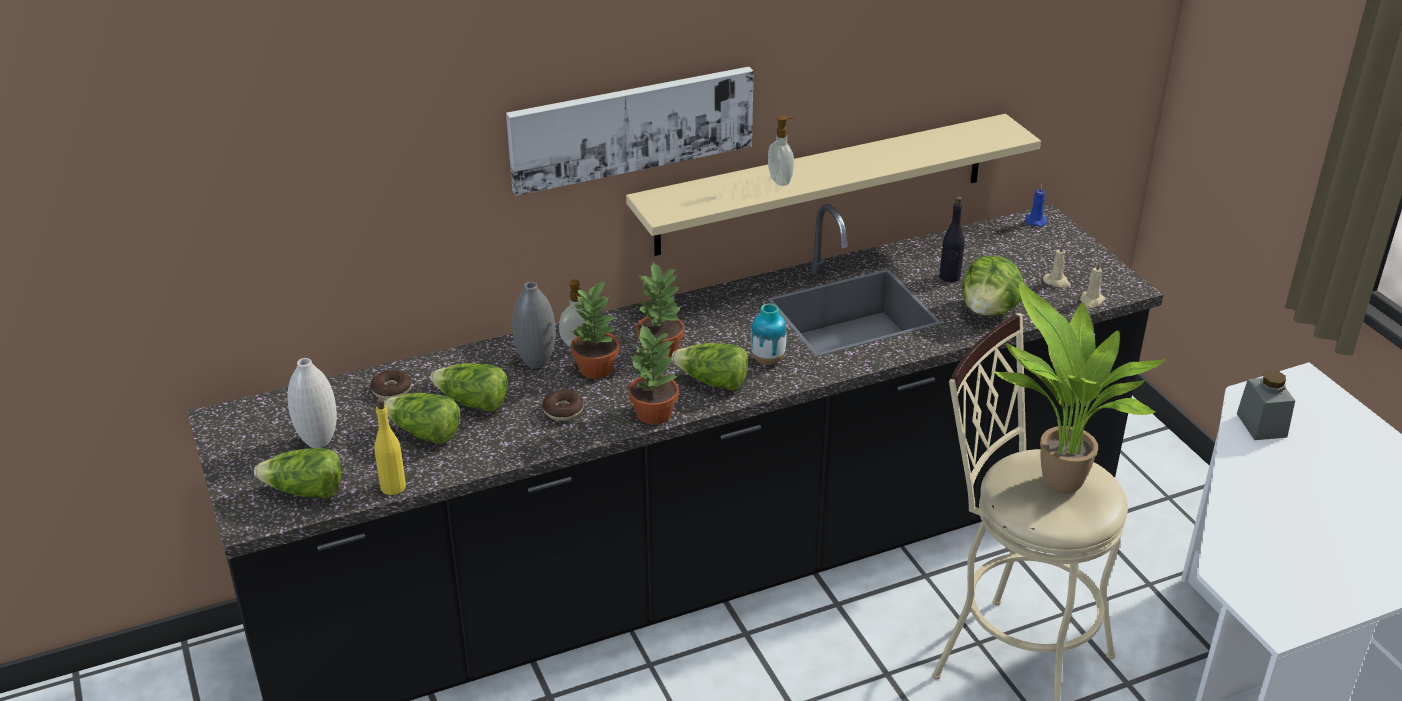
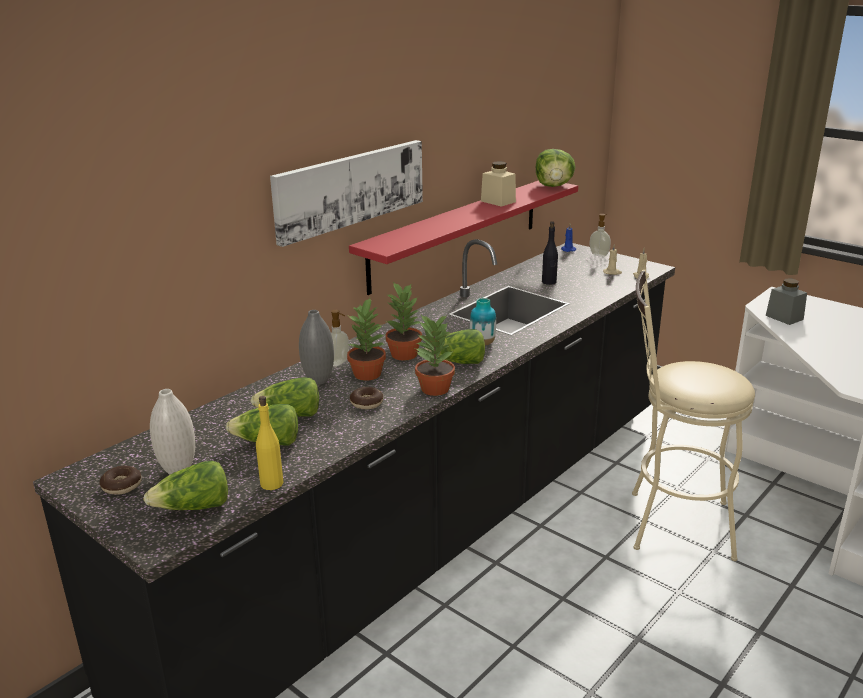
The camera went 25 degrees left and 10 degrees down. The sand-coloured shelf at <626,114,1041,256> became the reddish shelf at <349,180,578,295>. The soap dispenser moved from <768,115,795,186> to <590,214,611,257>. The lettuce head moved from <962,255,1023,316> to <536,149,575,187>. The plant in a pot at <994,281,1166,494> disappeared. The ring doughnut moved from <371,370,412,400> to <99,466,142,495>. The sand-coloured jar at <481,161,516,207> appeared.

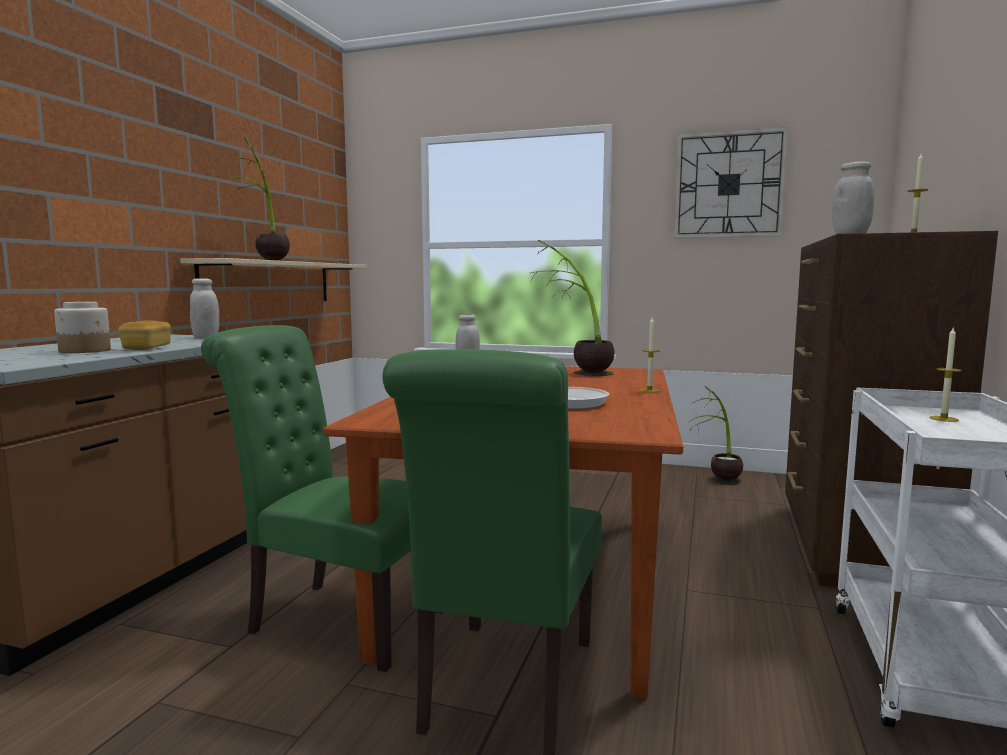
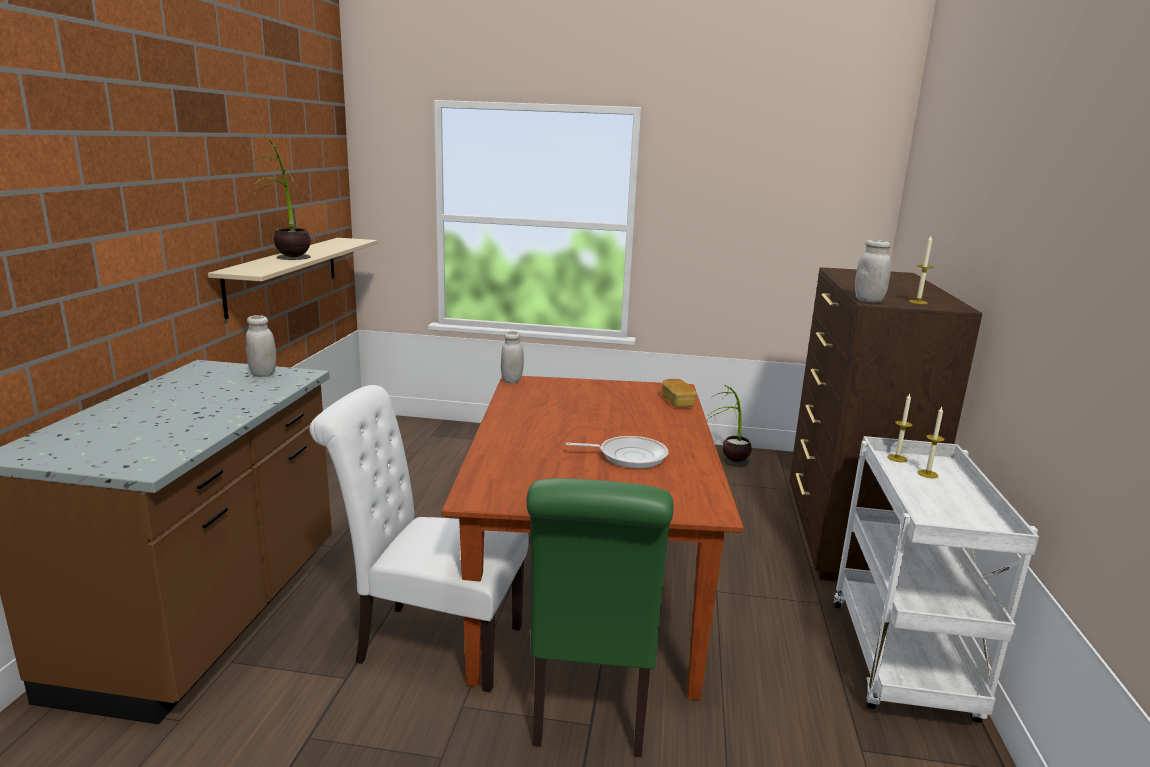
The camera went 10 degrees left and 10 degrees up. The wall clock at <674,127,788,238> disappeared. The plant in a pot at <530,240,615,376> disappeared. The jar at <54,302,111,353> disappeared. The candle moved from <640,317,660,392> to <887,394,912,463>. The bakery bread moved from <118,320,171,350> to <662,379,697,408>. The green chair at <201,325,443,672> became the white-coloured chair at <309,385,529,693>.

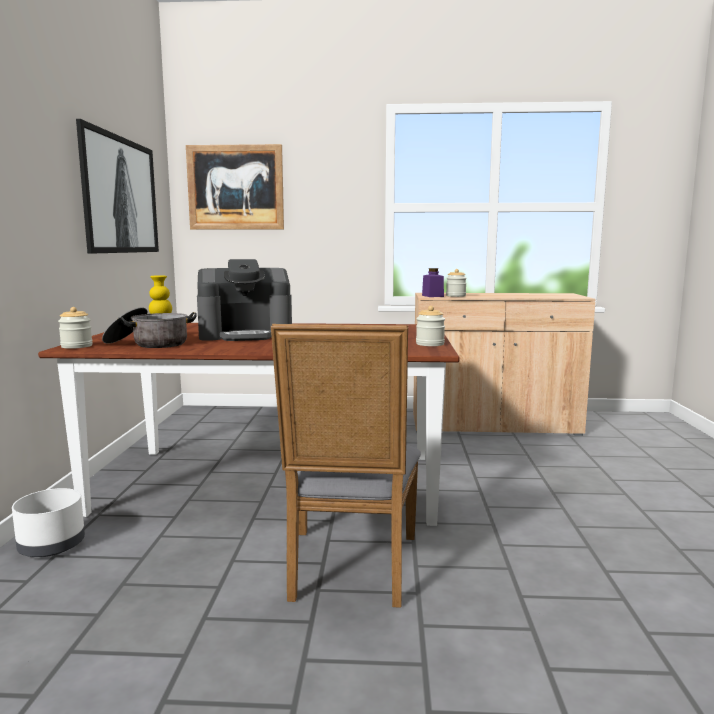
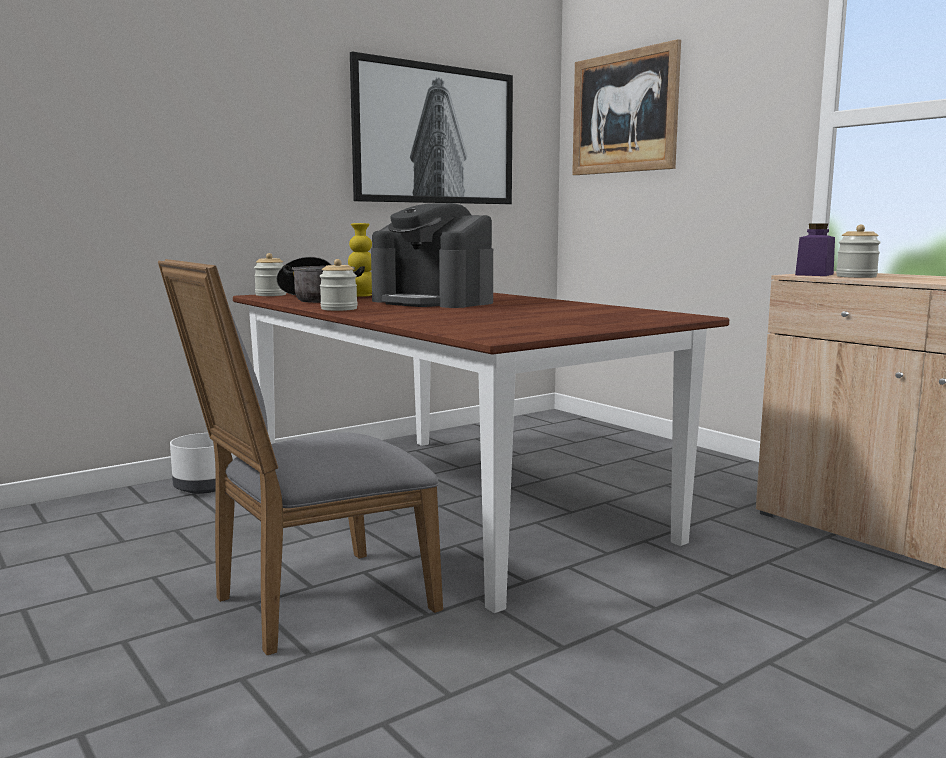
The camera went 50 degrees right and 0 degrees up. The jar moved from <416,306,445,346> to <319,259,358,311>.

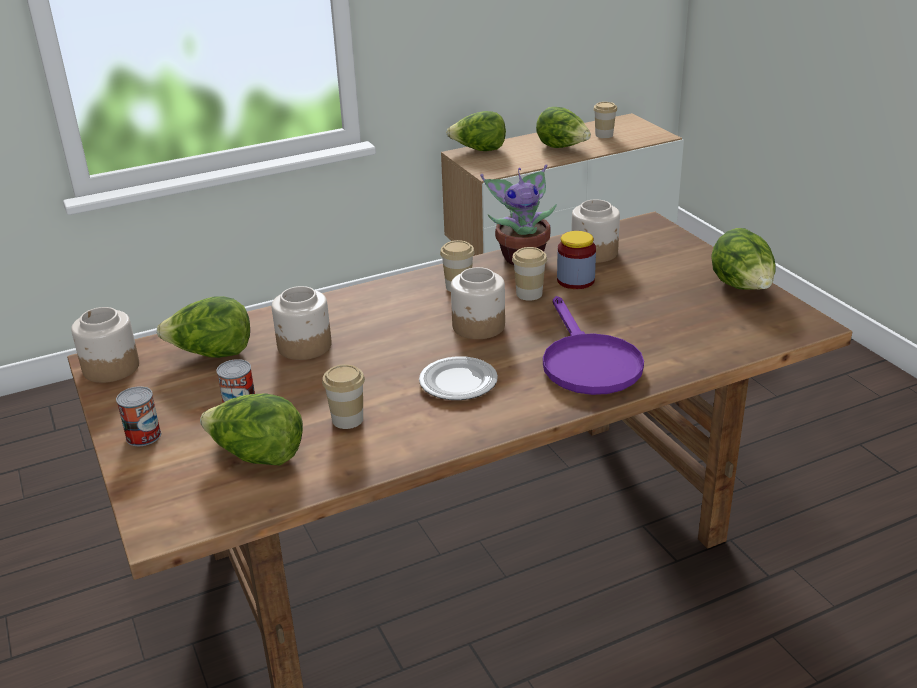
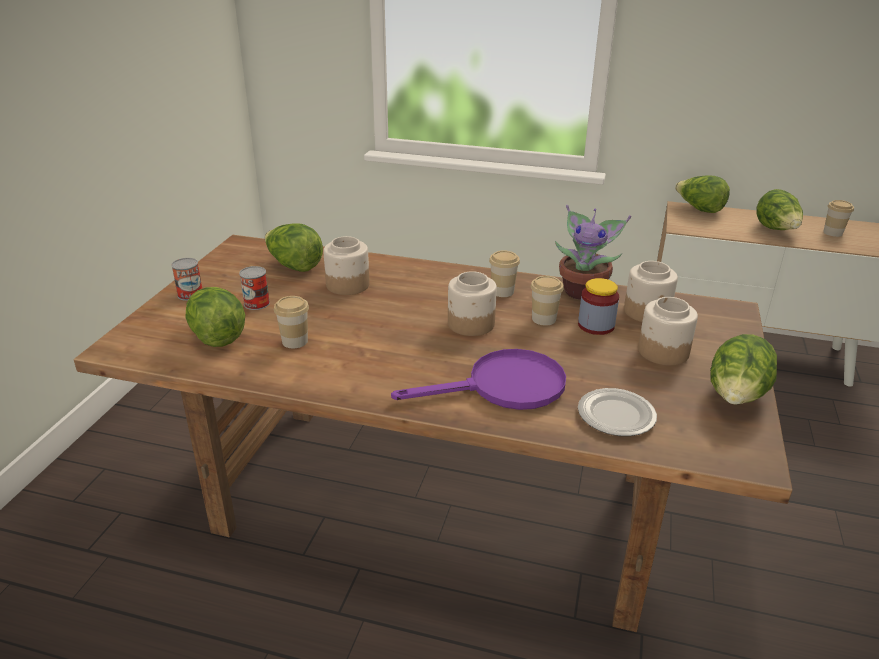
The camera went 40 degrees right and 0 degrees up. The purple-coloured skillet at <543,296,644,395> turned 135 degrees counterclockwise. The jar moved from <71,307,139,383> to <638,297,698,366>. The flat dish moved from <419,356,498,400> to <578,388,657,436>.

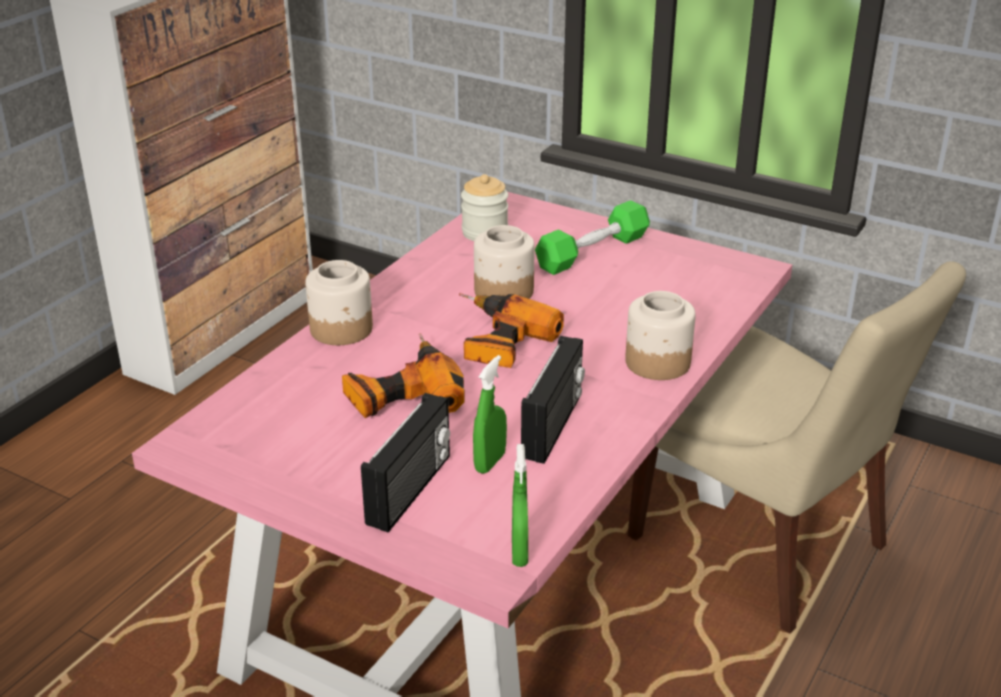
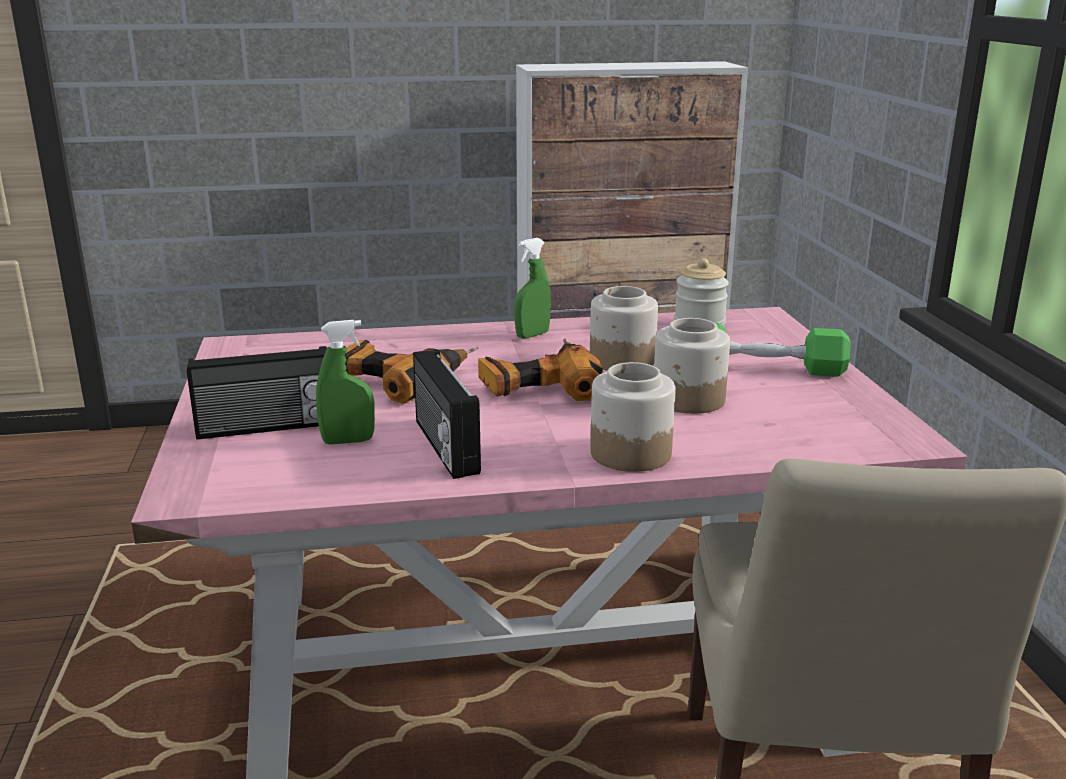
The camera went 50 degrees right and 10 degrees down. The jar moved from <305,260,373,345> to <654,318,730,414>. The radio at <521,336,585,464> turned 90 degrees clockwise. The green spray bottle moved from <512,444,528,567> to <514,238,551,338>.

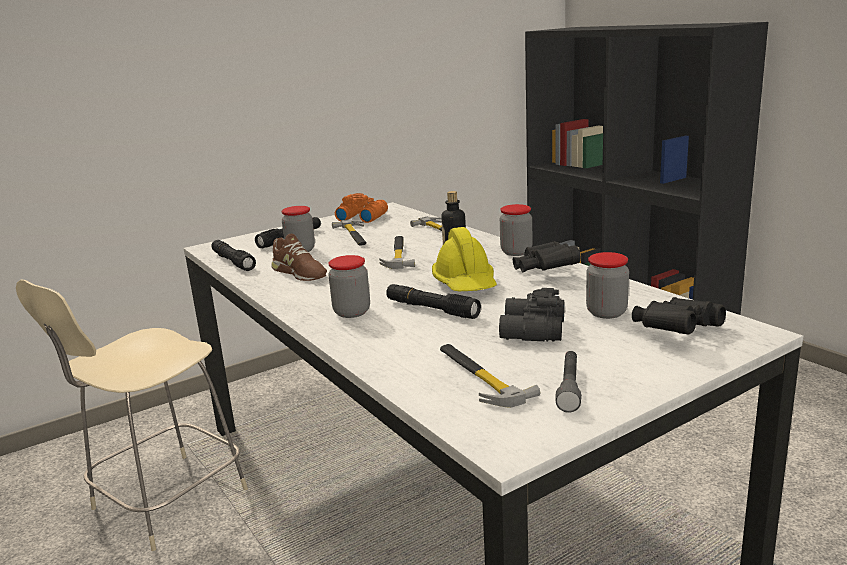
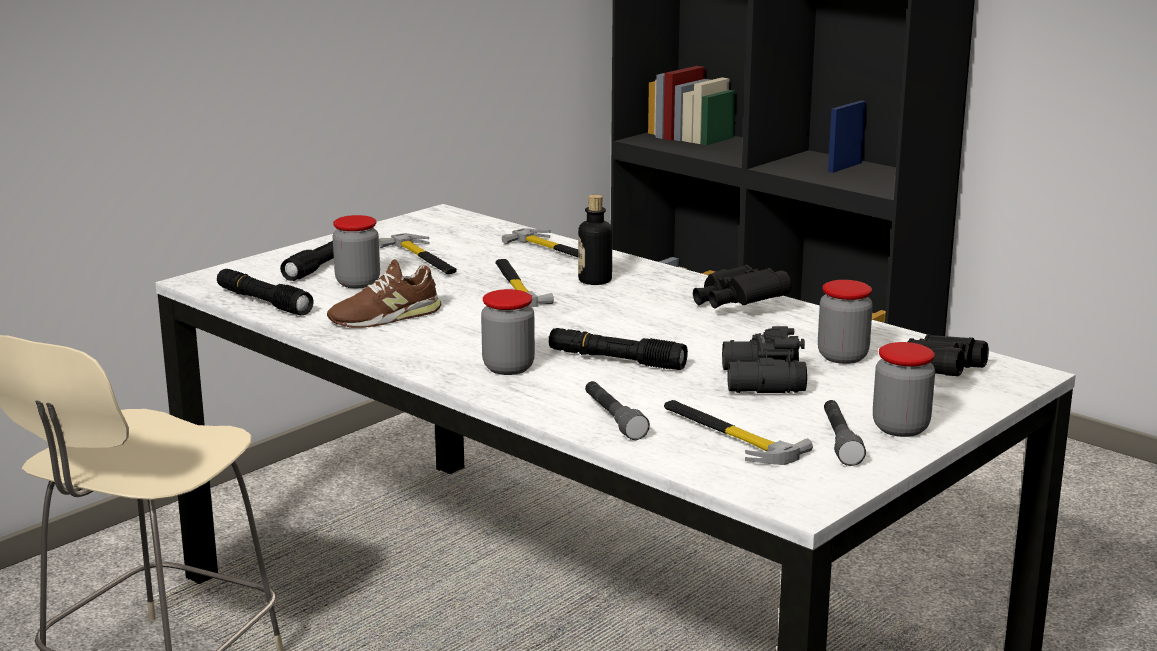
The camera went 15 degrees left and 0 degrees up. The orange binoculars at <335,193,388,223> disappeared. The jar moved from <500,204,532,256> to <873,342,935,437>. The yellowish safety helmet at <432,227,497,291> disappeared. The brown-coloured item of footwear at <271,234,327,281> turned 120 degrees clockwise. The gray hand torch at <585,381,650,440> appeared.

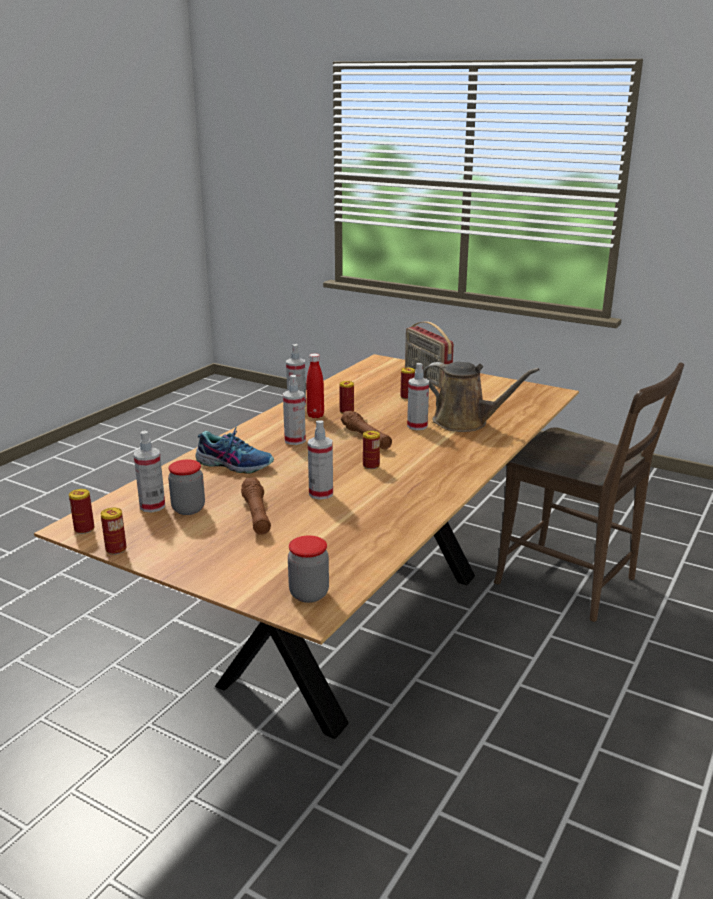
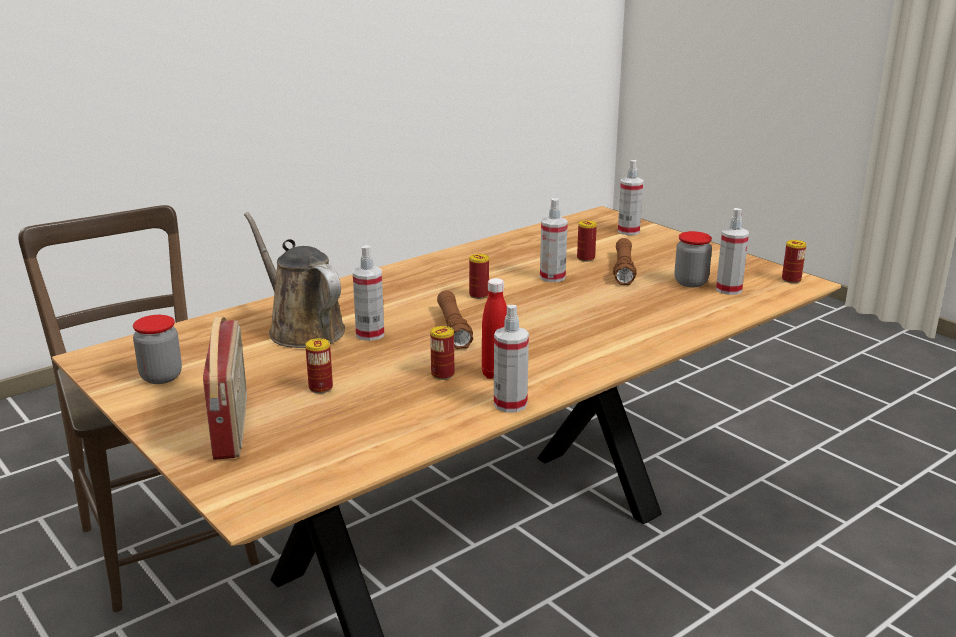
The camera went 160 degrees left and 0 degrees up. The spray bottle moved from <283,375,306,445> to <618,160,643,235>. The item of footwear at <195,425,274,474> disappeared. The metal can moved from <101,508,127,555> to <577,220,597,262>. The jar moved from <288,535,329,603> to <133,315,182,384>.

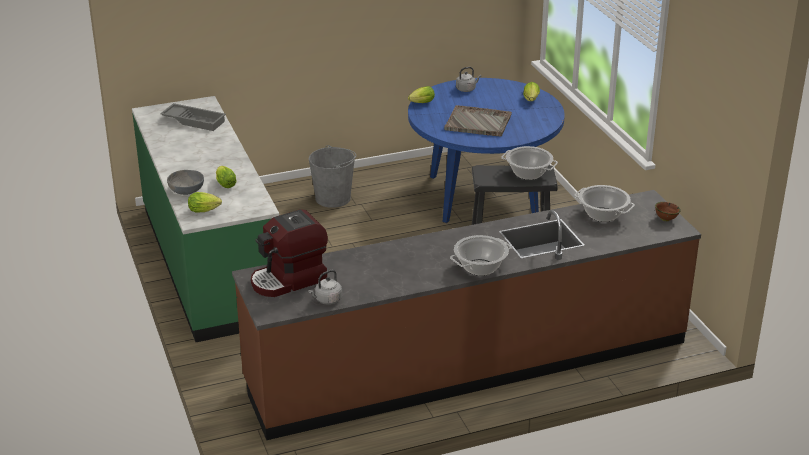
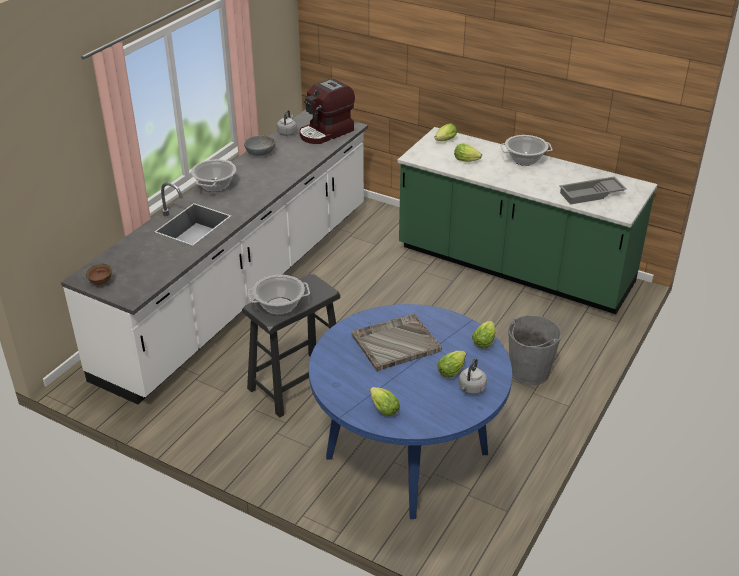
The camera went 140 degrees right and 5 degrees up. The gray deep dish moved from <167,170,204,195> to <244,135,275,156>. The stockpot moved from <574,185,635,222> to <500,135,553,166>. The brown-coloured kitchen counter at <232,190,701,440> became the white-coloured kitchen counter at <61,110,368,404>. The coffee machine at <251,209,328,297> turned 150 degrees counterclockwise. The lettuce head at <437,351,466,378> appeared.

